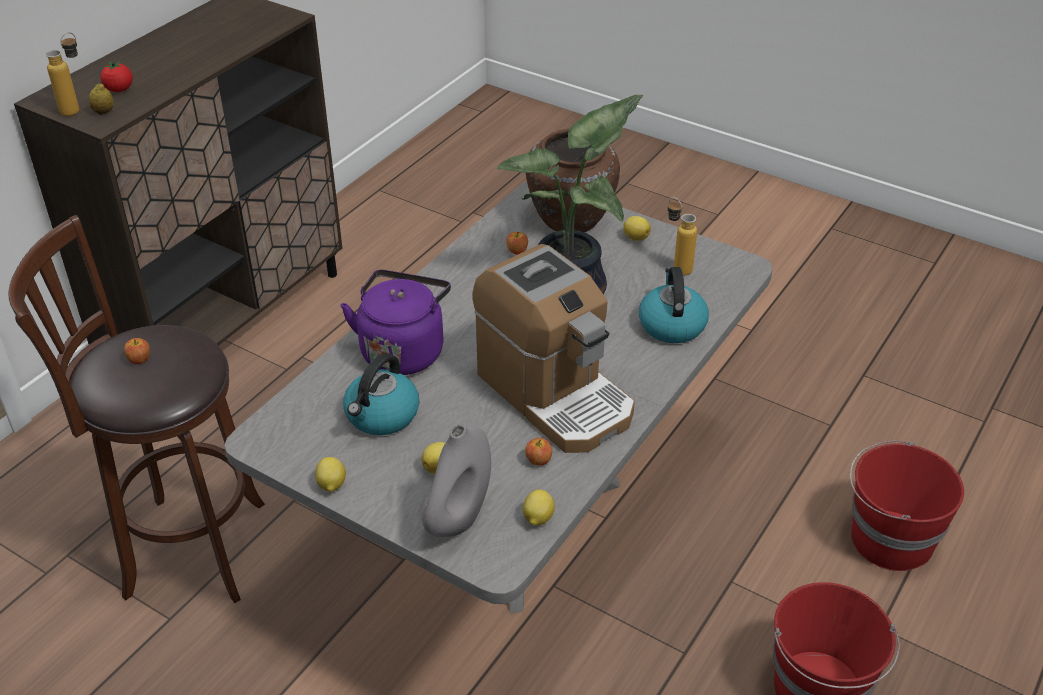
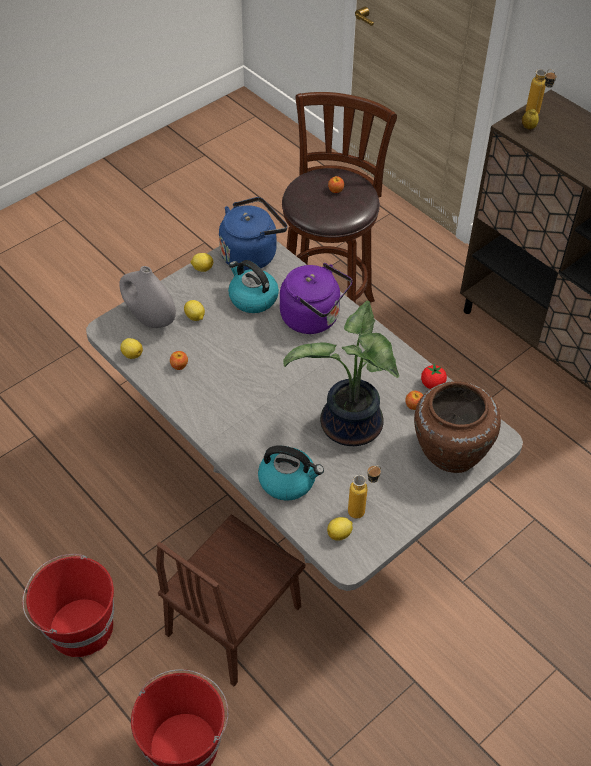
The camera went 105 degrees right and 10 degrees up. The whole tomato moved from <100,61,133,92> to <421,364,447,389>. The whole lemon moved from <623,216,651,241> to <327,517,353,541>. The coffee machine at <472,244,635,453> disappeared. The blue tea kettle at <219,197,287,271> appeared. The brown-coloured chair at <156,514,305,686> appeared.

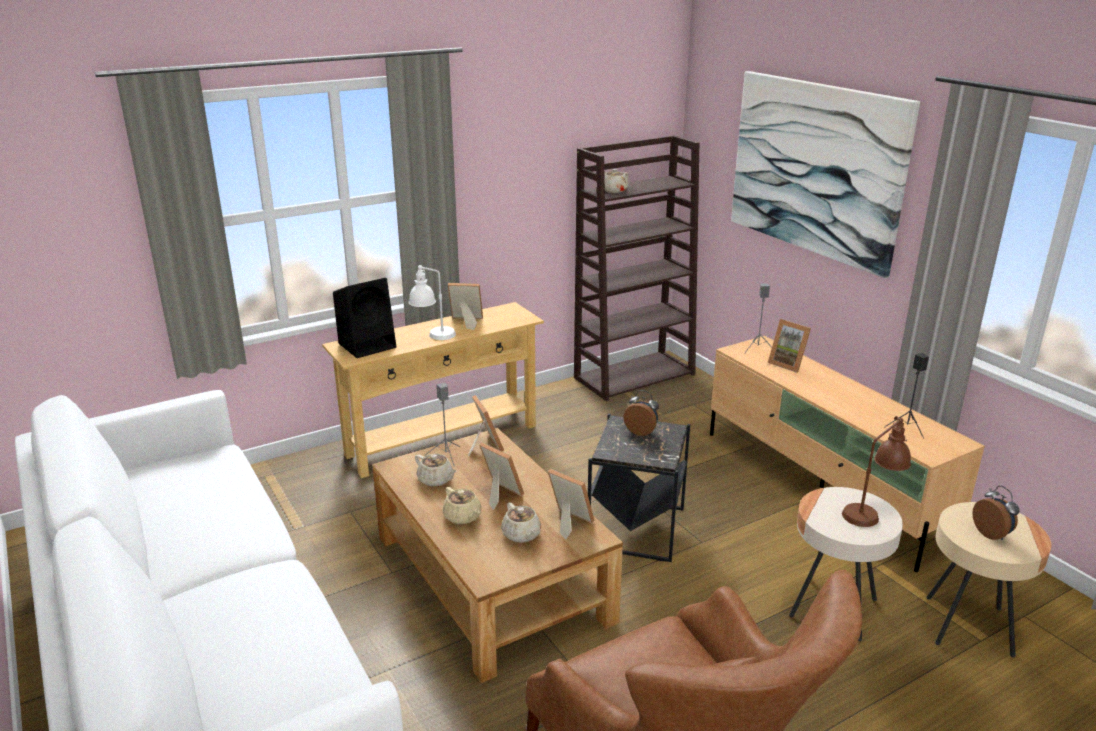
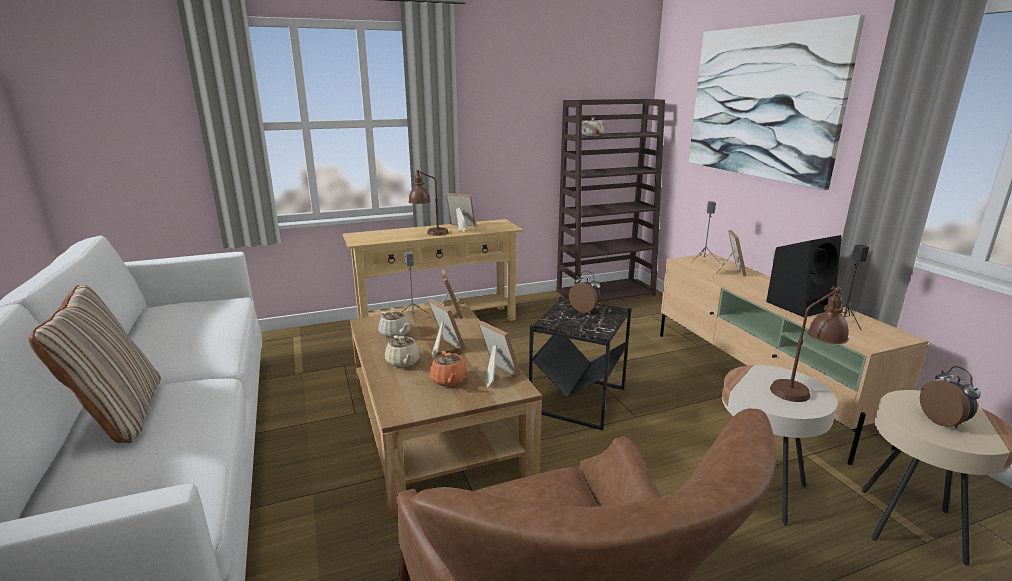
The camera went 10 degrees right and 5 degrees down. The white-coloured tabletop lamp at <409,265,456,340> became the brown-coloured tabletop lamp at <408,170,449,236>. The black-coloured speaker moved from <333,278,396,358> to <766,235,842,317>. The standing frame at <768,319,811,373> turned 135 degrees counterclockwise. The sand-coloured teapot at <501,502,541,543> became the orange teapot at <430,351,467,387>. The sand-coloured throw pillow at <29,285,161,443> appeared.

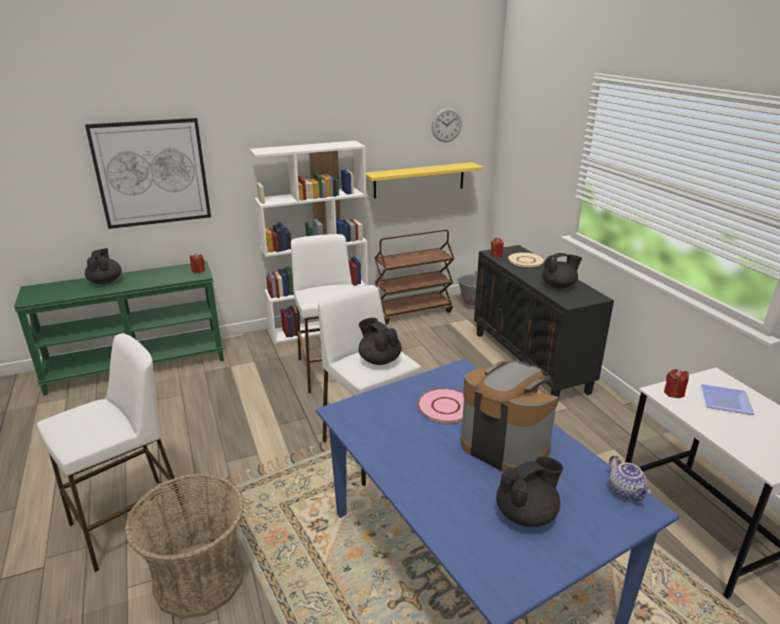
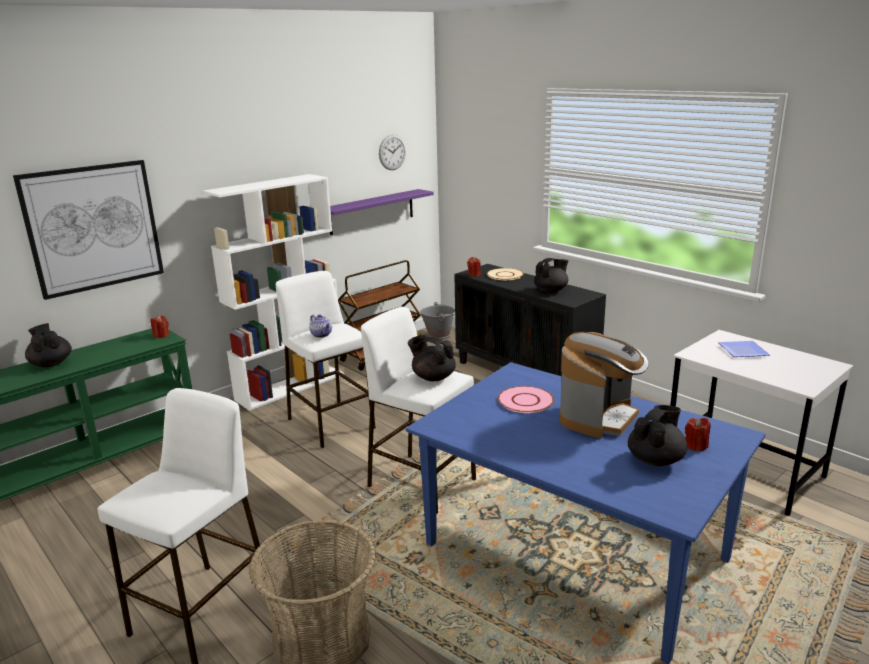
The camera went 20 degrees left and 5 degrees down. The yellowish shelf at <366,162,483,198> became the purple-coloured shelf at <330,189,434,235>. The coffee machine at <460,361,558,472> turned 105 degrees clockwise. The reddish candle moved from <664,369,689,398> to <685,417,710,451>. The teapot moved from <609,455,651,501> to <309,314,332,338>.

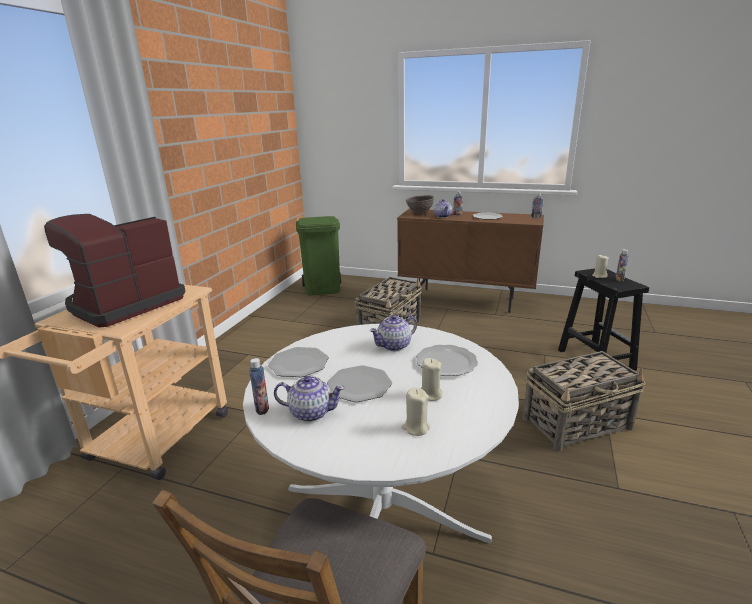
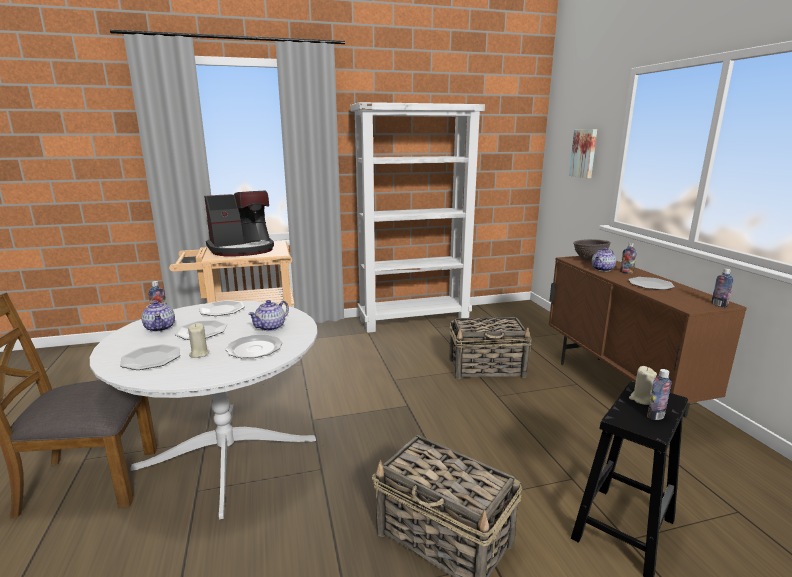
The camera went 55 degrees right and 5 degrees down. The coffee machine at <44,214,185,328> turned 150 degrees clockwise. The green waste bin at <296,216,341,295> disappeared. The teapot at <369,315,417,351> turned 75 degrees counterclockwise. The sand-coloured candle at <401,387,431,436> was replaced by the flat dish at <120,344,180,370>. The white-coloured shelving unit at <350,102,485,333> appeared. The wall art at <569,129,597,178> appeared.

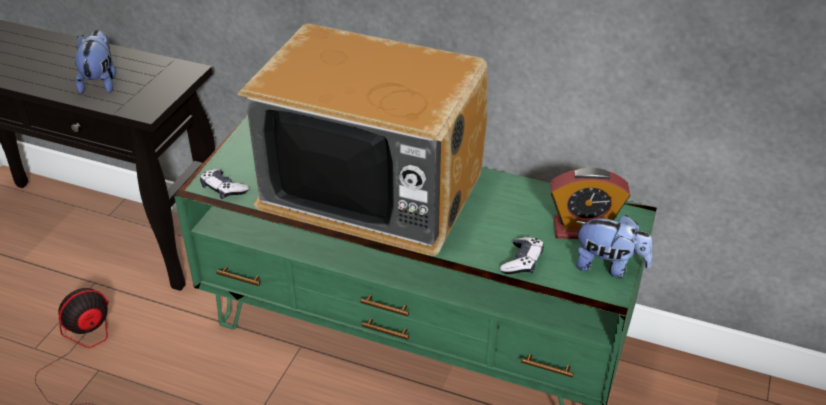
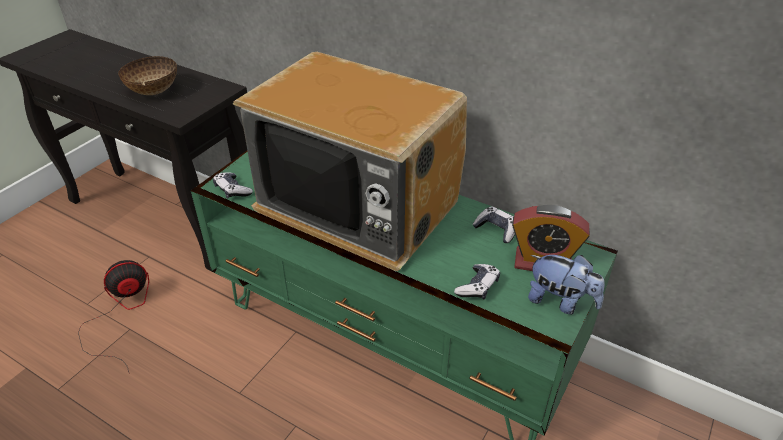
The camera went 10 degrees right and 0 degrees up. The plush toy at <75,30,116,94> was replaced by the deep dish at <118,56,177,95>. The joypad at <472,207,515,243> appeared.

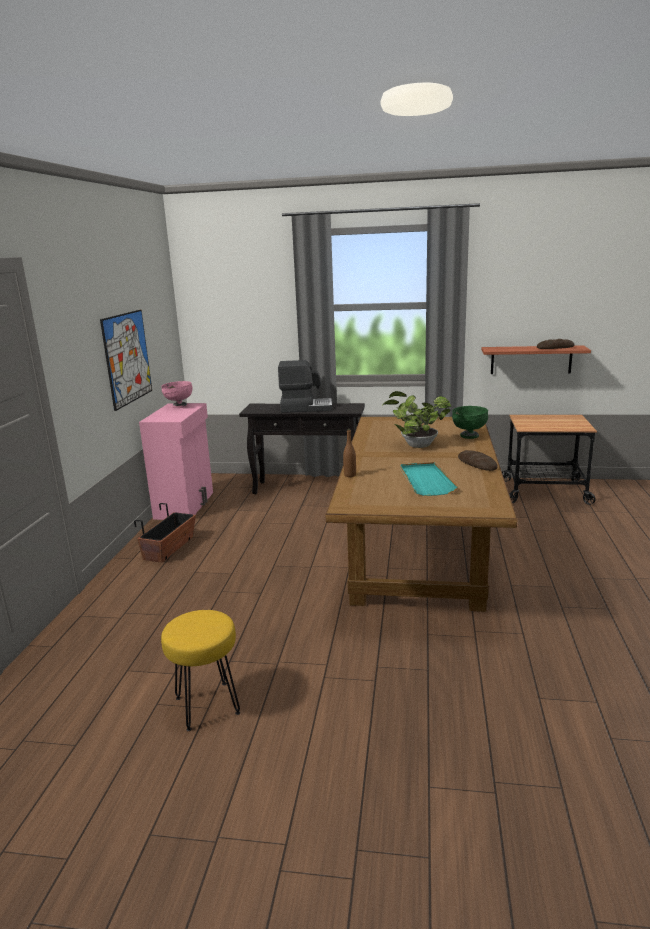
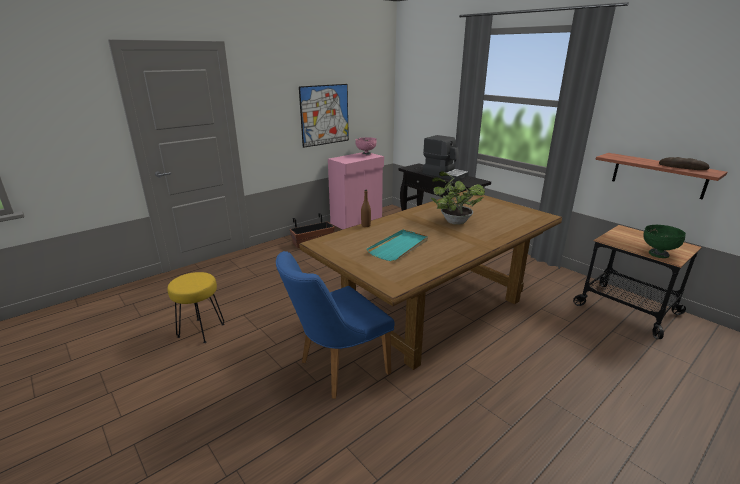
The camera went 40 degrees right and 5 degrees up. The green deep dish moved from <452,406,488,439> to <643,225,686,258>. The bakery bread at <458,450,498,471> disappeared. The blue chair at <276,251,395,399> appeared.

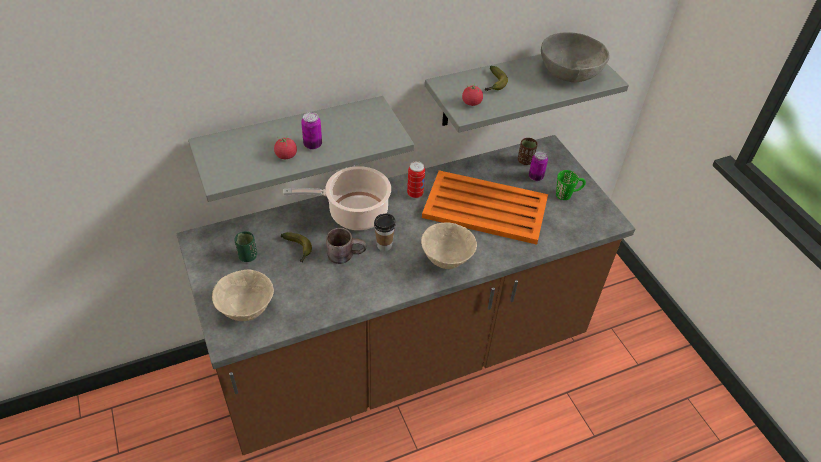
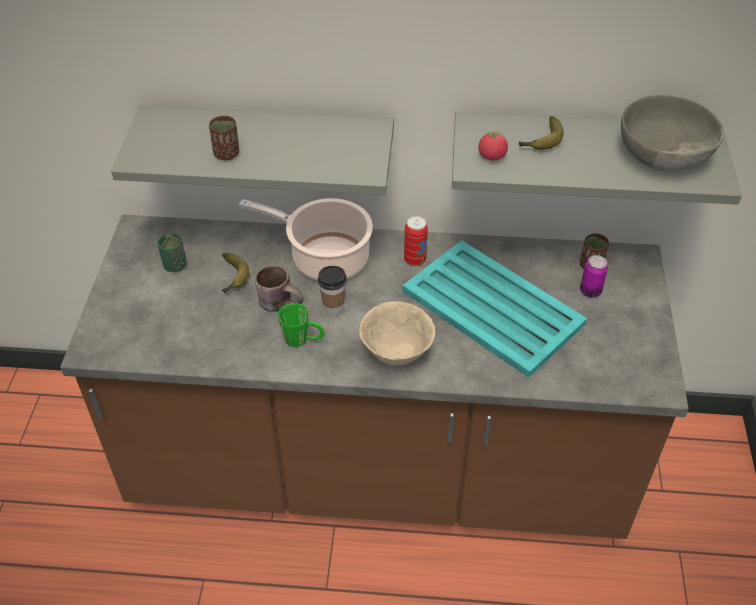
The camera went 30 degrees right and 0 degrees up. The metal can at <301,112,322,150> disappeared. The whole tomato at <274,136,297,159> was replaced by the brown-coloured drinking cup at <209,116,239,160>. The orange serving tray at <422,170,548,245> became the turquoise serving tray at <402,240,587,378>. The green tea mug moved from <556,170,586,200> to <278,303,325,347>. The sand-coloured deep dish at <212,270,274,321> disappeared.

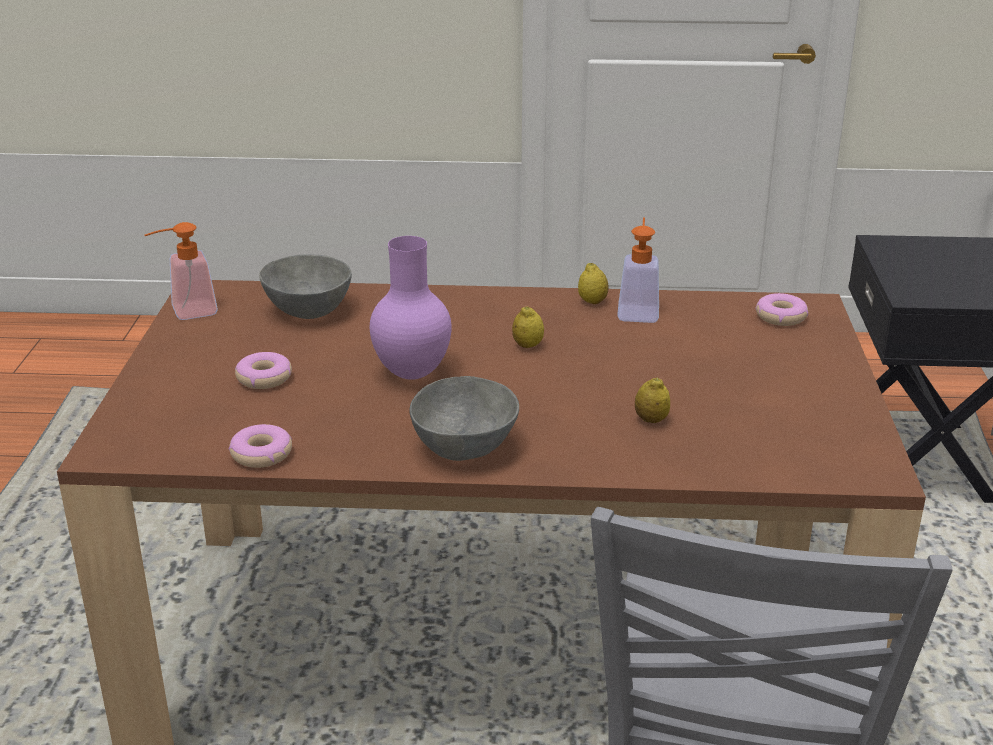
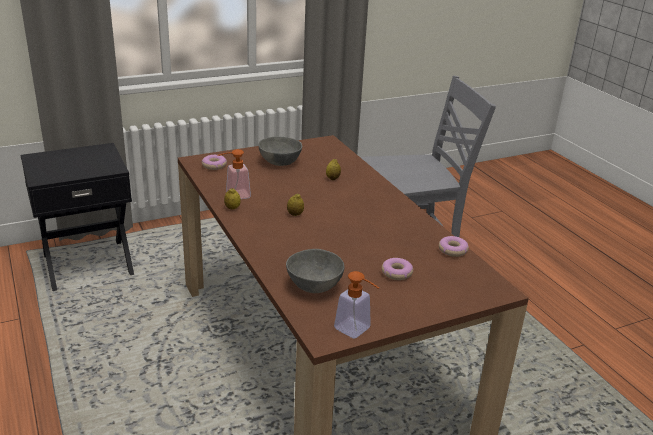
The camera went 120 degrees left and 0 degrees up. The purple-coloured flower vase at <370,236,452,380> disappeared. The gray deep dish moved from <409,376,519,461> to <258,137,302,166>.

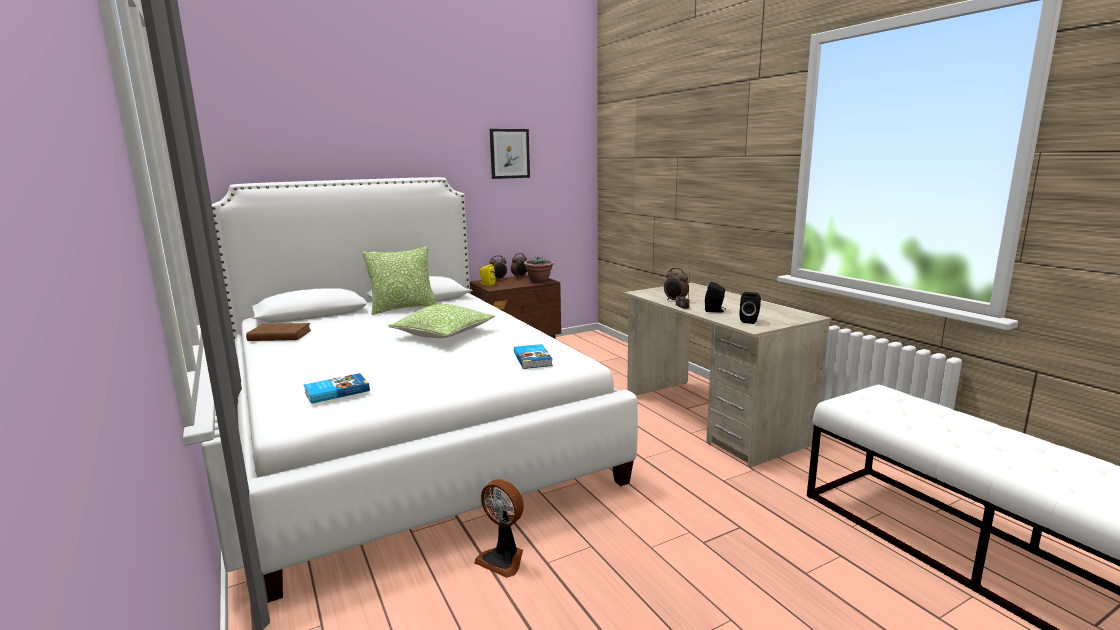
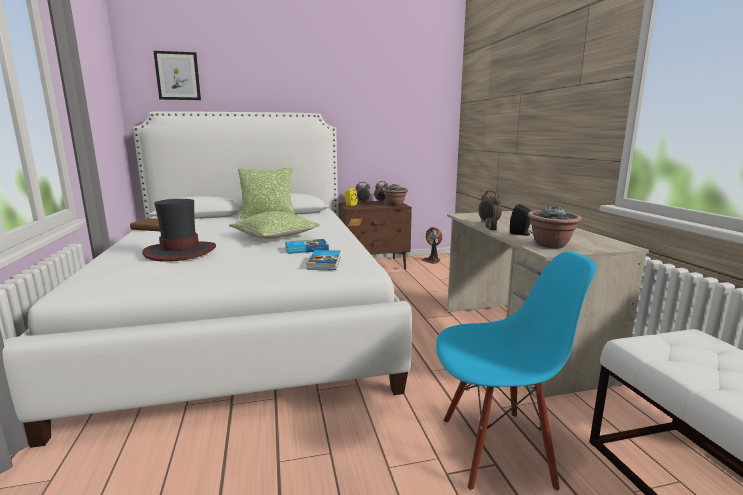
The camera went 15 degrees right and 0 degrees up. The wall art moved from <490,129,530,179> to <154,51,201,100>. The black-coloured speaker at <739,292,761,324> was replaced by the plant in a pot at <528,205,582,248>. The bound book moved from <304,373,370,404> to <285,239,329,254>. The electric fan moved from <474,479,524,578> to <421,227,442,264>. The hat at <142,199,216,262> appeared. The blue chair at <436,252,596,491> appeared.

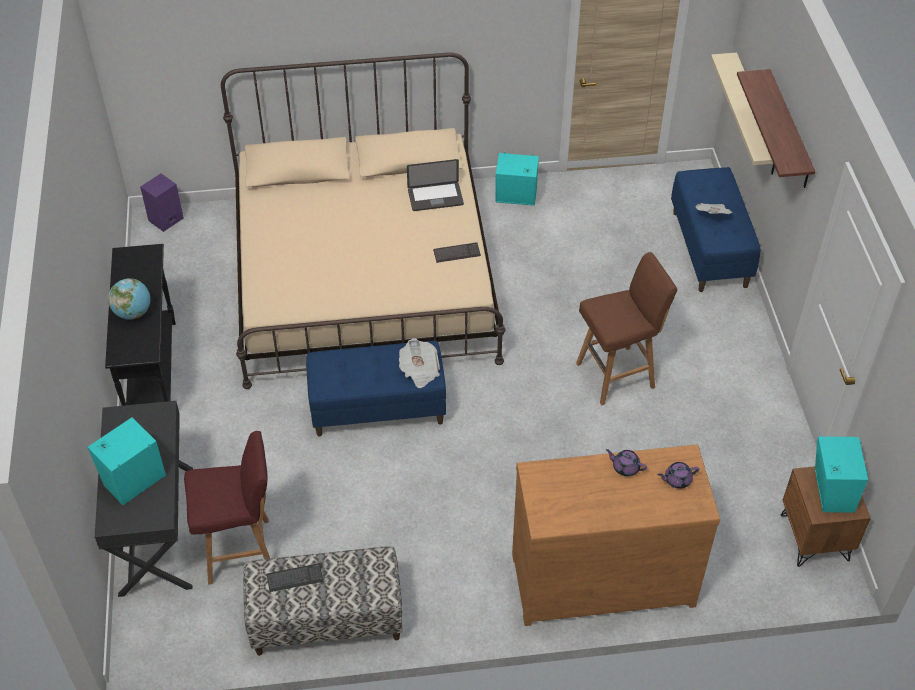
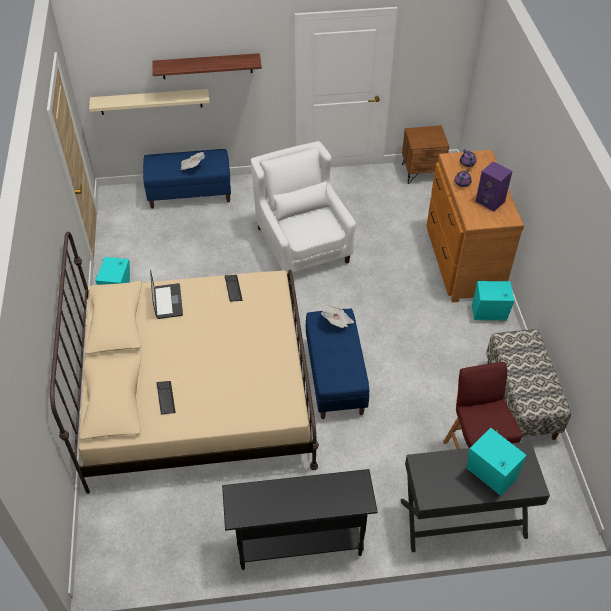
The camera went 90 degrees left and 0 degrees up. The purple-coloured speaker moved from <140,173,184,232> to <475,161,512,212>. The brown-coloured sitting stool at <576,252,677,406> was replaced by the white-coloured armchair at <251,141,356,276>. The globe at <108,278,150,320> disappeared. The turquoise speaker moved from <815,436,868,513> to <472,280,514,320>. The PC keyboard moved from <267,563,323,592> to <157,381,176,414>.

